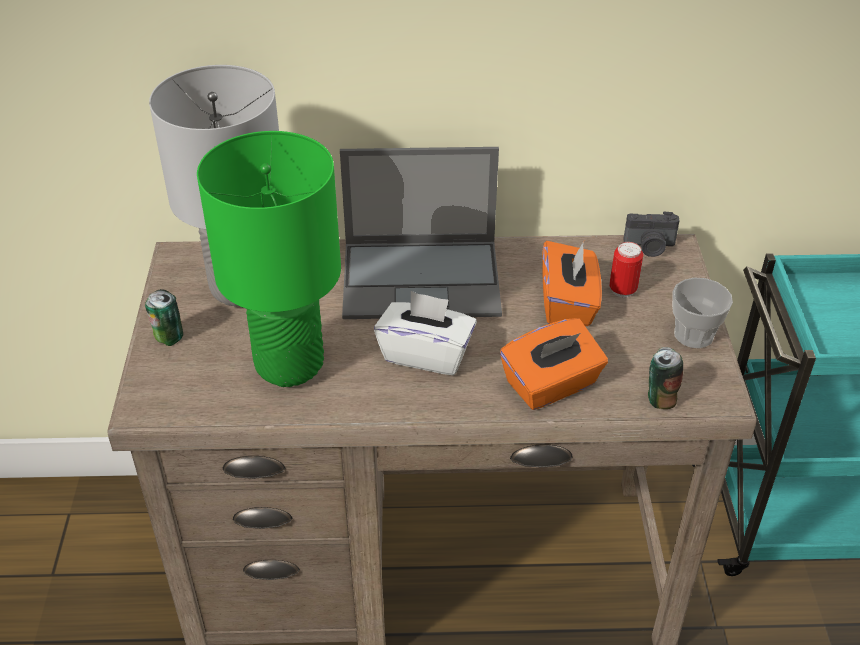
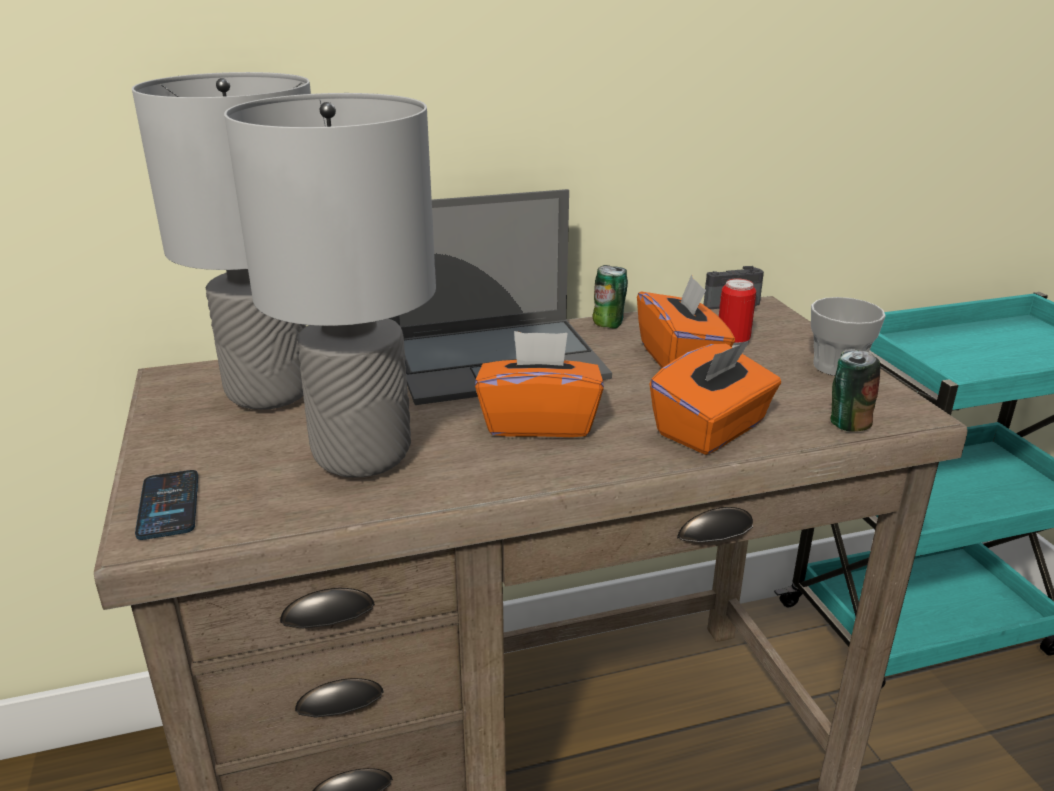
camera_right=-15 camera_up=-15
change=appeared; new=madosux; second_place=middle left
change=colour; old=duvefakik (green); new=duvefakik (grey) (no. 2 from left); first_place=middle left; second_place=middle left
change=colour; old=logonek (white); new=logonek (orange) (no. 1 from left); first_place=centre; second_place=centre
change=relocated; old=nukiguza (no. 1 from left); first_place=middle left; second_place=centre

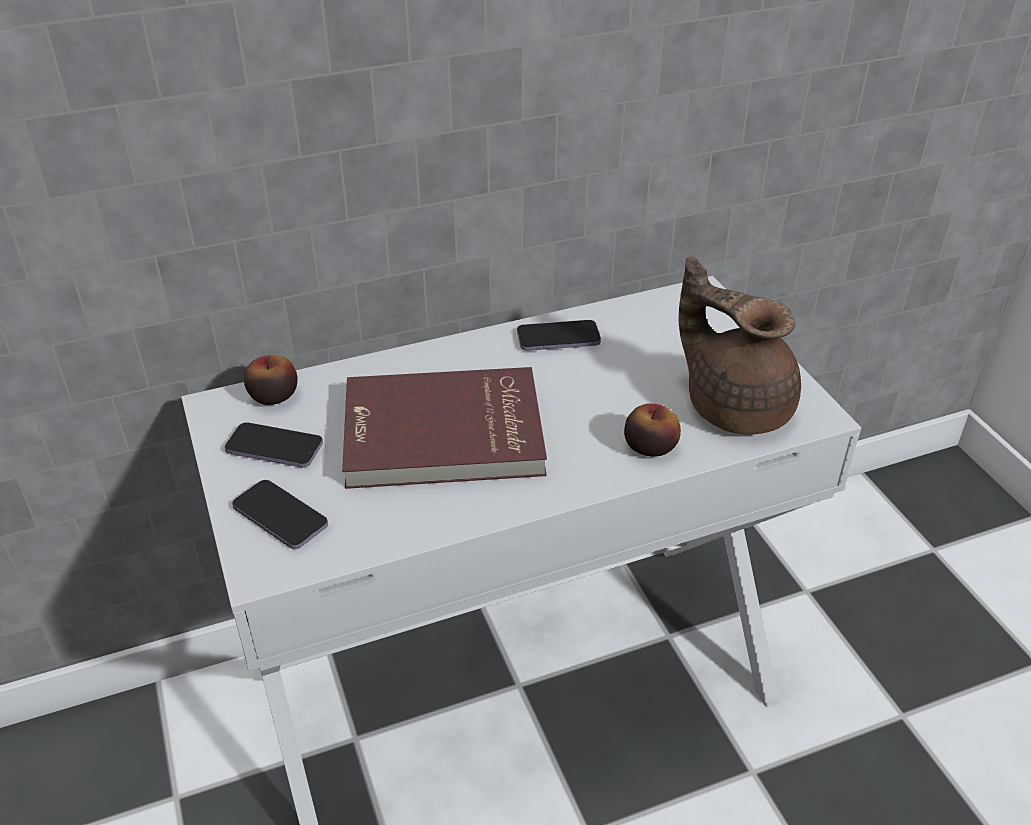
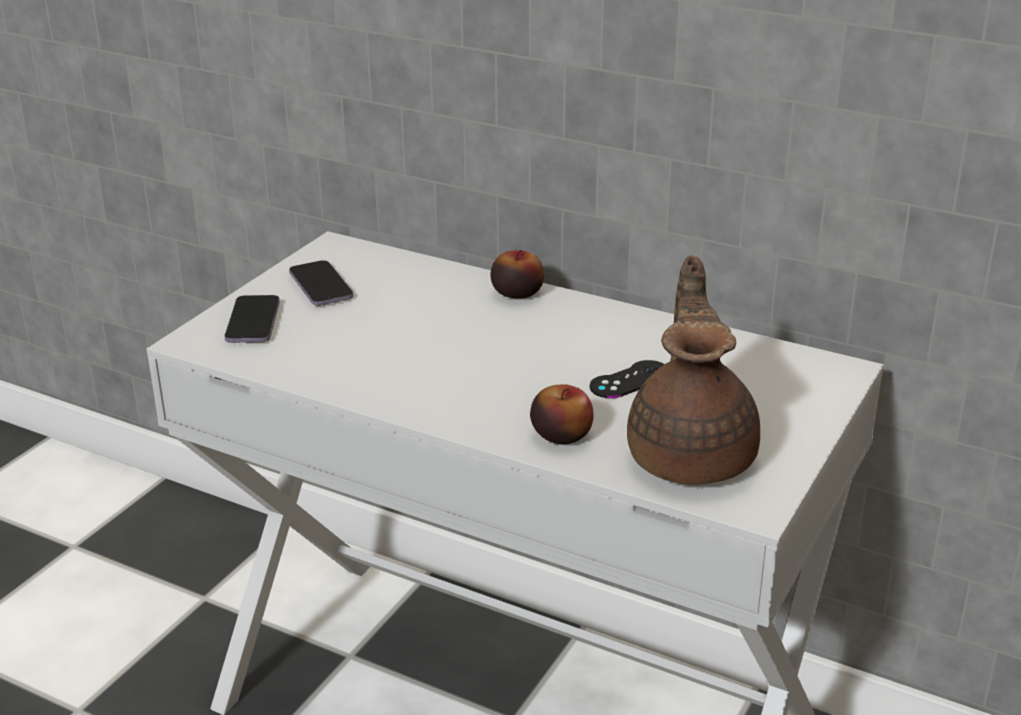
camera_right=50 camera_up=-10
change=relocated; old=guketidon (no. 1 from left); first_place=middle left; second_place=centre
change=appeared; new=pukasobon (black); second_place=centre
change=missing; old=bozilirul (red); first_place=centre
change=missing; old=madosux (no. 3 from left); first_place=centre

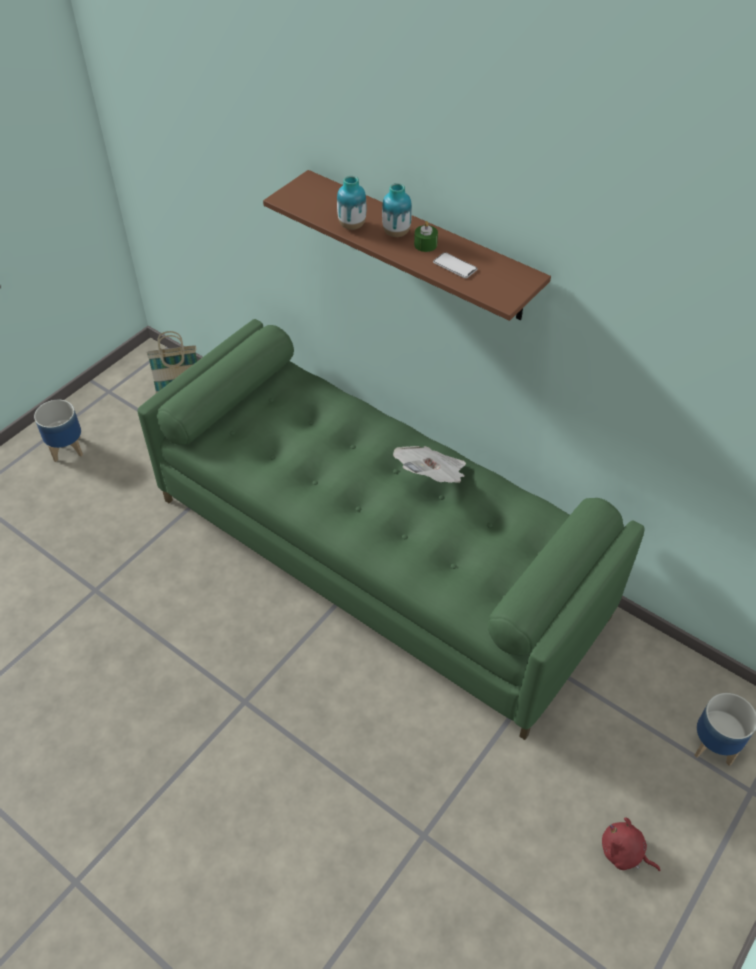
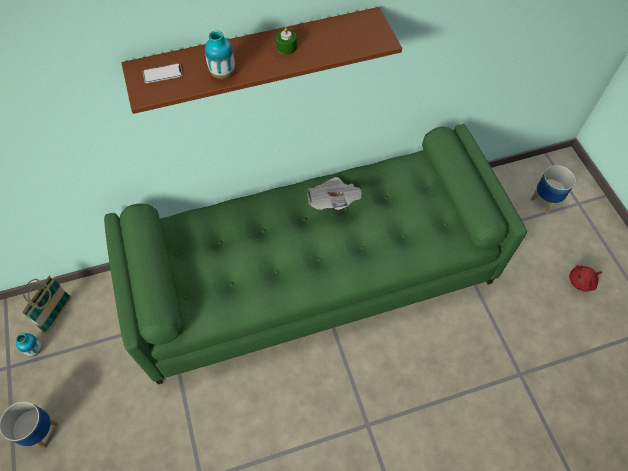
camera_right=-55 camera_up=10
change=relocated; old=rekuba (no. 2 from left in the first image); new=rekuba (no. 1 from left); first_place=top centre; second_place=bottom left
change=relocated; old=madosux; first_place=top centre; second_place=top left

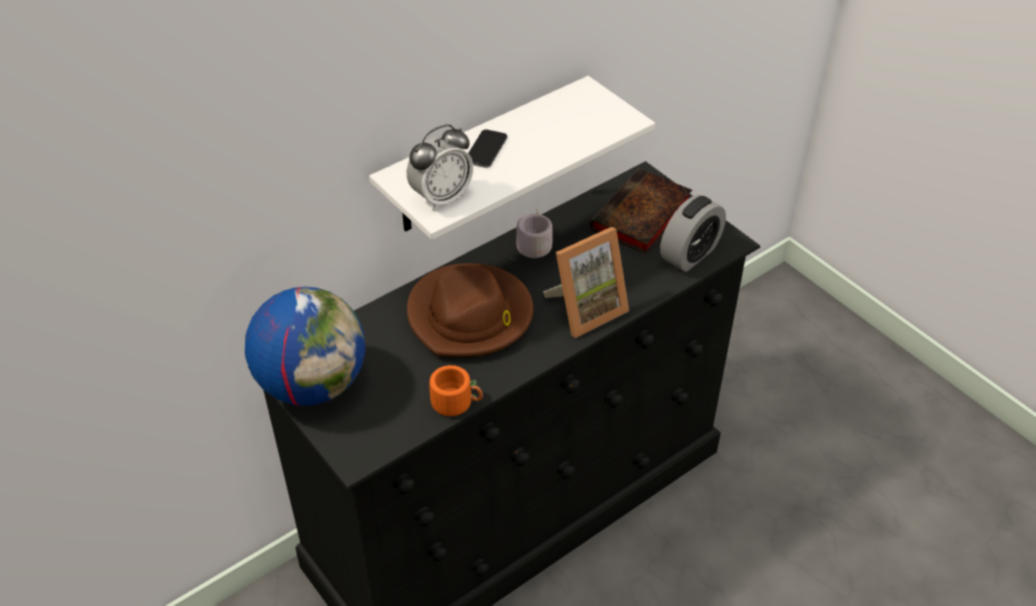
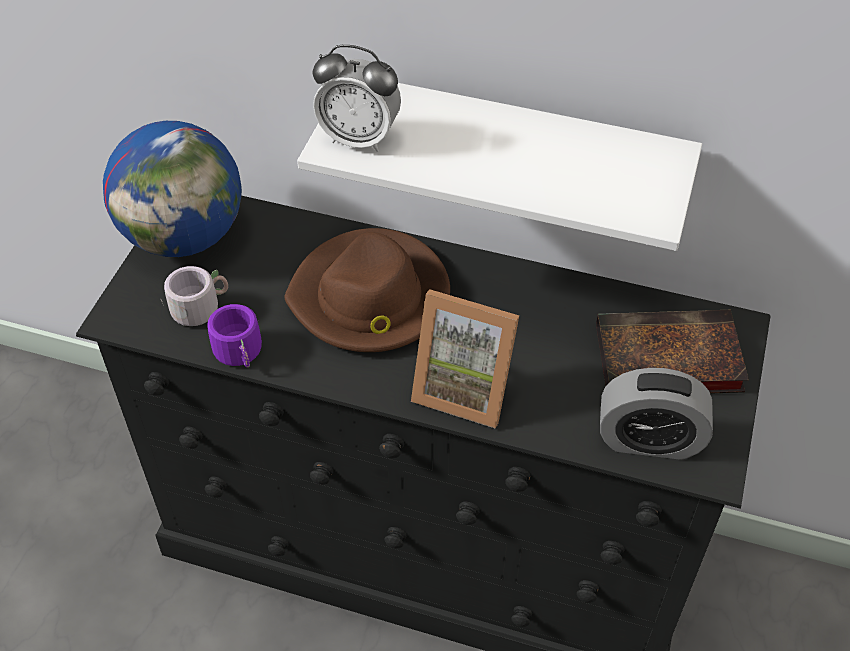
camera_right=55 camera_up=5
change=relocated; old=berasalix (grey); first_place=centre; second_place=middle left
change=colour; old=berasalix (orange); new=berasalix (purple); first_place=centre; second_place=middle left
change=missing; old=madosux; first_place=top centre

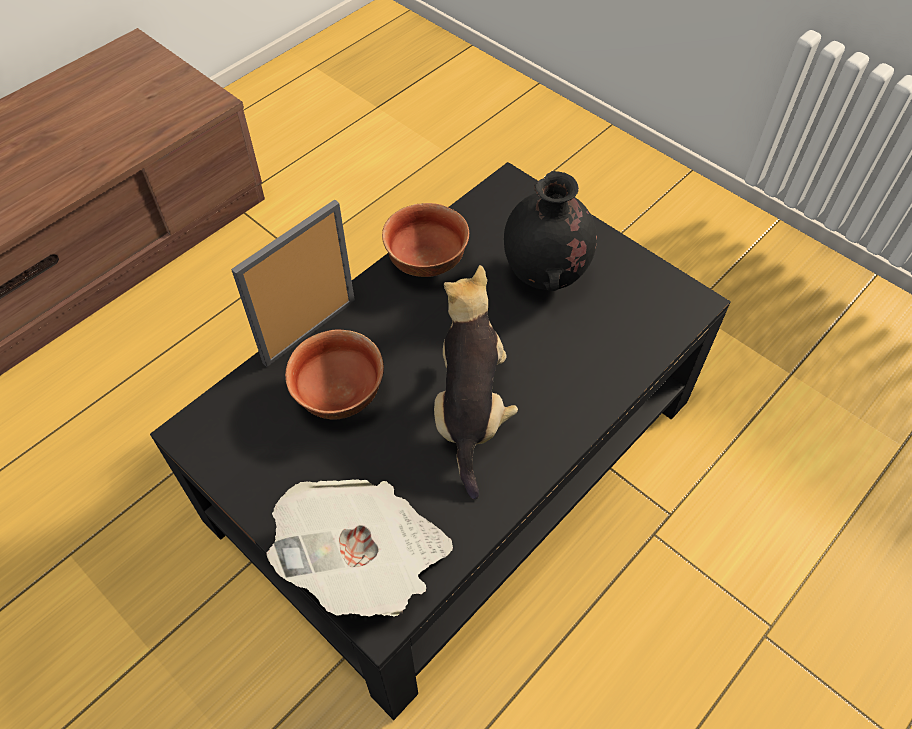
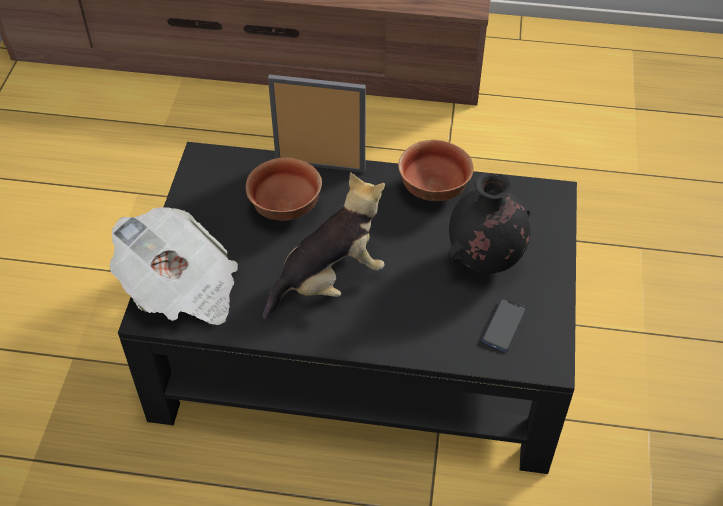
camera_right=55 camera_up=-5
change=appeared; new=madosux; second_place=middle right

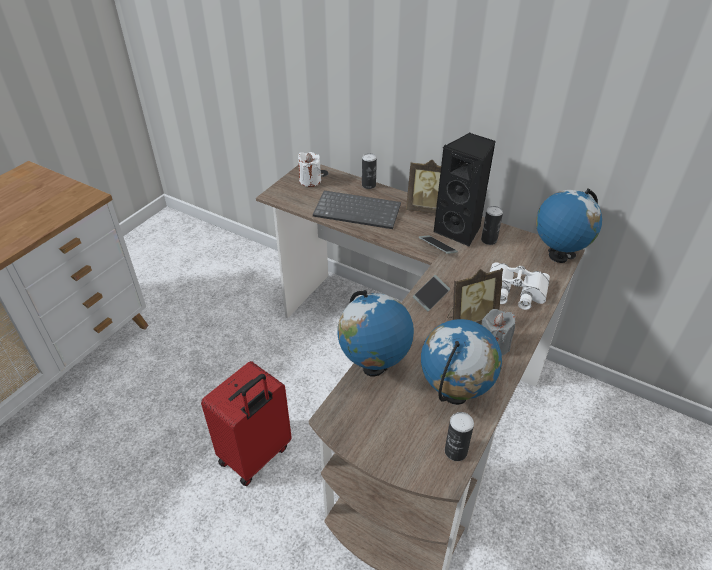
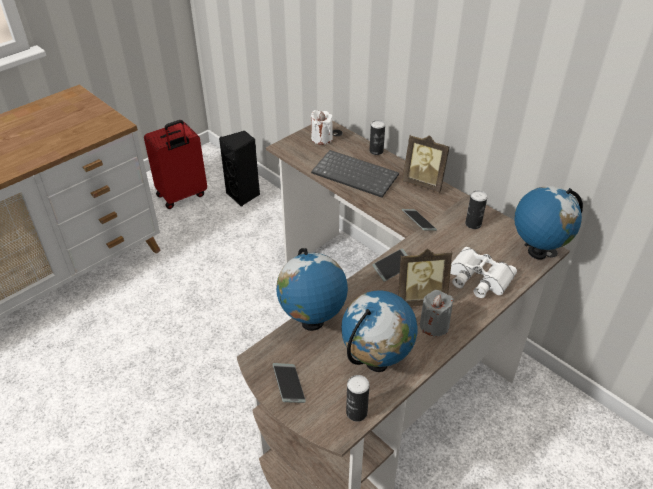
camera_right=15 camera_up=0
change=relocated; old=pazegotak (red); first_place=bottom centre; second_place=middle left
change=relocated; old=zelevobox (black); first_place=top centre; second_place=centre
change=appeared; new=madosux (no. 1 from left); second_place=bottom centre

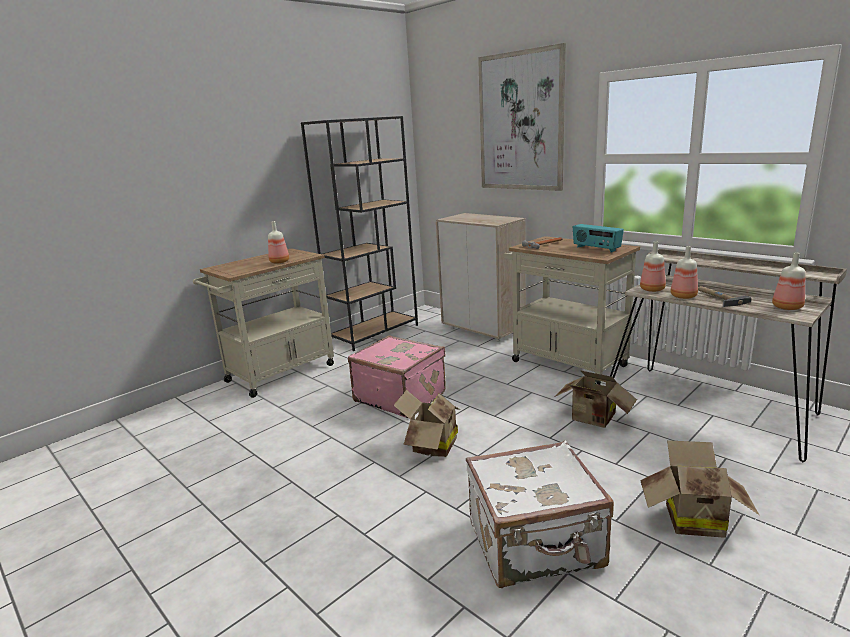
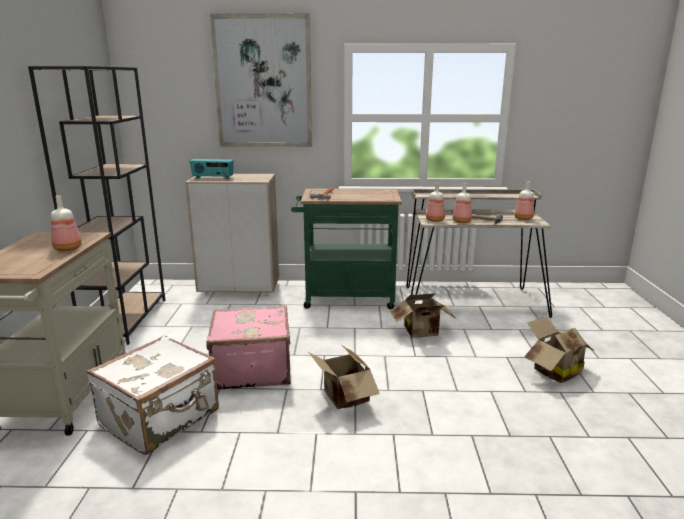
camera_right=-45 camera_up=0
change=relocated; old=pazegotak (white); first_place=bottom centre; second_place=bottom left
change=relocated; old=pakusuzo; first_place=middle right; second_place=top left
change=colour; old=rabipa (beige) (no. 2 from left); new=rabipa (green); first_place=middle right; second_place=centre

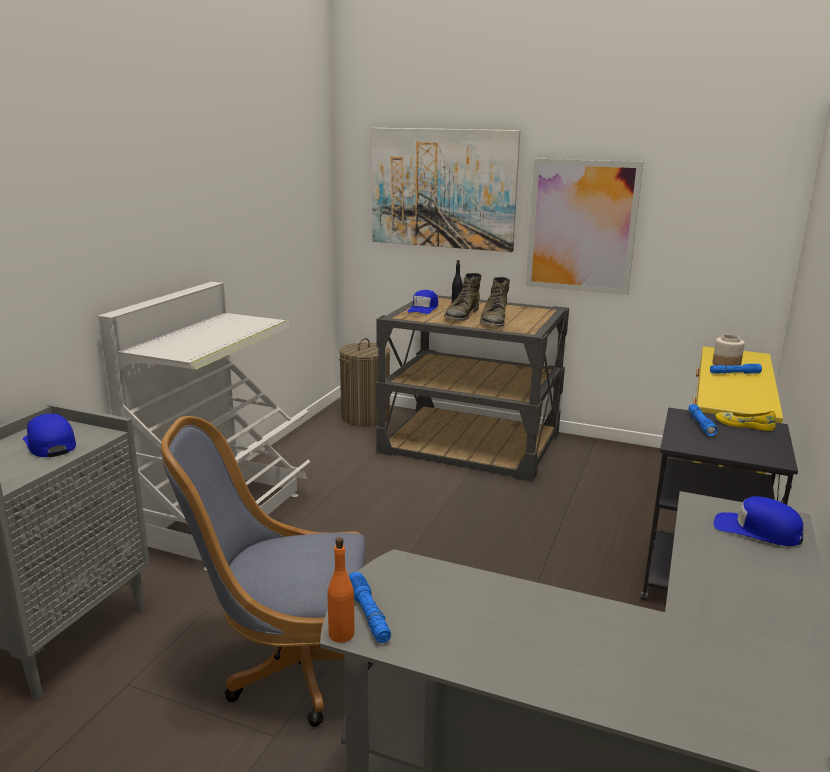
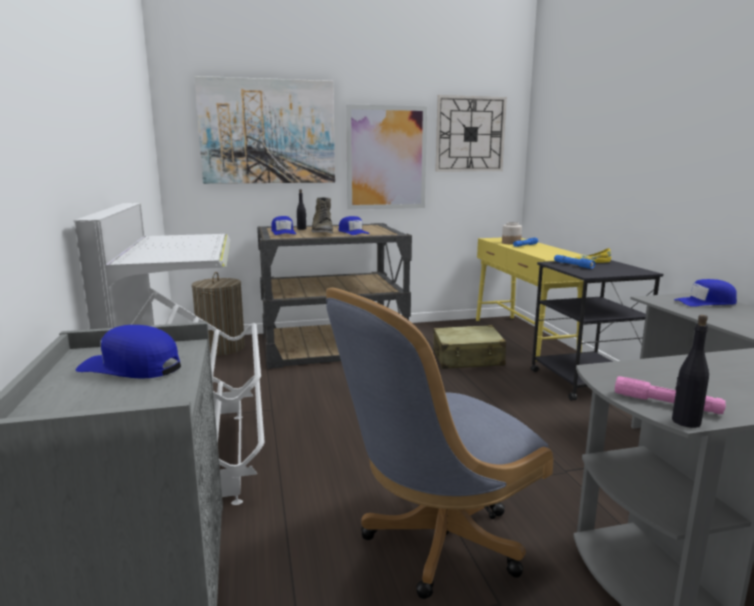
camera_right=-35 camera_up=-5
change=exchanged; old=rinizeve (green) (no. 2 from left); new=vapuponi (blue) (no. 3 from left); first_place=centre; second_place=centre
change=appeared; new=pazegotak (beige); second_place=centre
change=appeared; new=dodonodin; second_place=top centre
change=colour; old=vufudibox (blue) (no. 1 from left); new=vufudibox (pink); first_place=bottom centre; second_place=middle right
change=colour; old=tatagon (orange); new=tatagon (black) (no. 2 from left); first_place=bottom centre; second_place=middle right

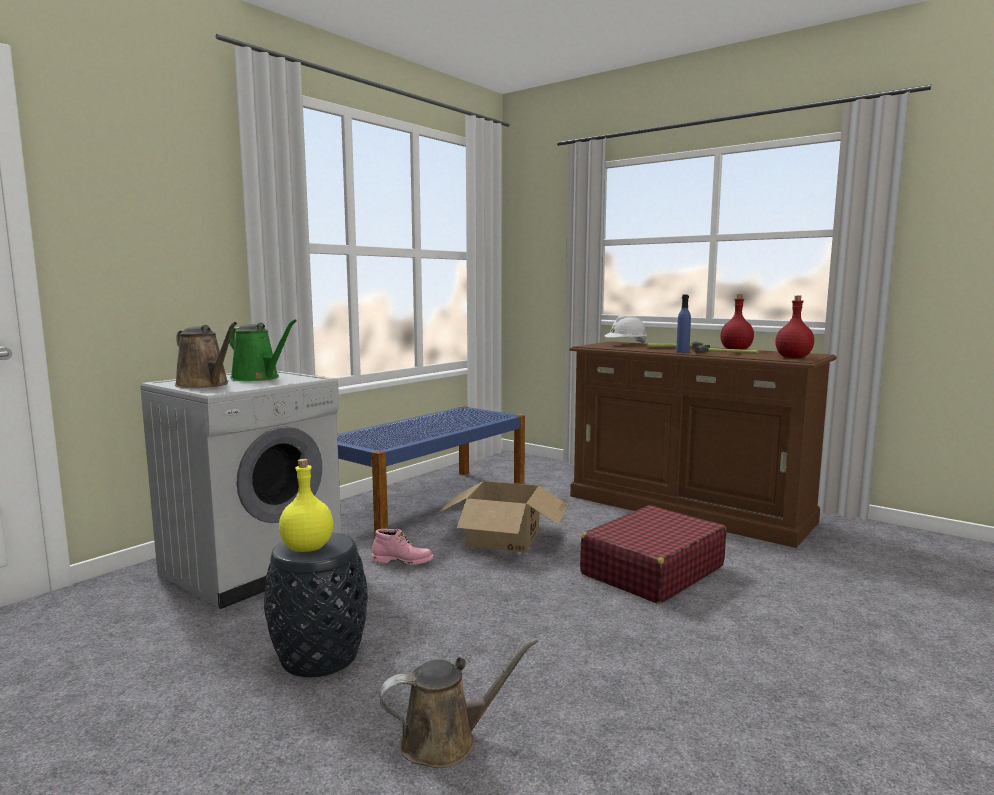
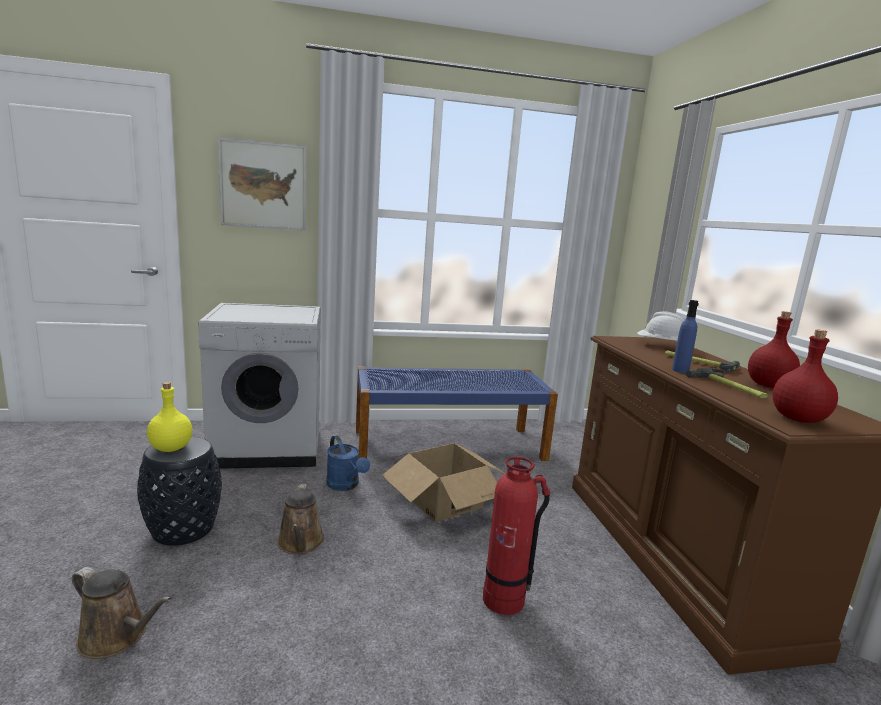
camera_right=40 camera_up=5
change=appeared; new=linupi; second_place=top left
change=relocated; old=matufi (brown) (no. 1 from left in the first image); new=matufi (brown) (no. 2 from left); first_place=middle left; second_place=bottom centre
change=exchanged; old=rinizeve (pink); new=matufi (blue); first_place=bottom centre; second_place=centre
change=exchanged; old=pazegotak (red); new=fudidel; first_place=bottom centre; second_place=bottom centre
change=missing; old=matufi (green); first_place=middle left

